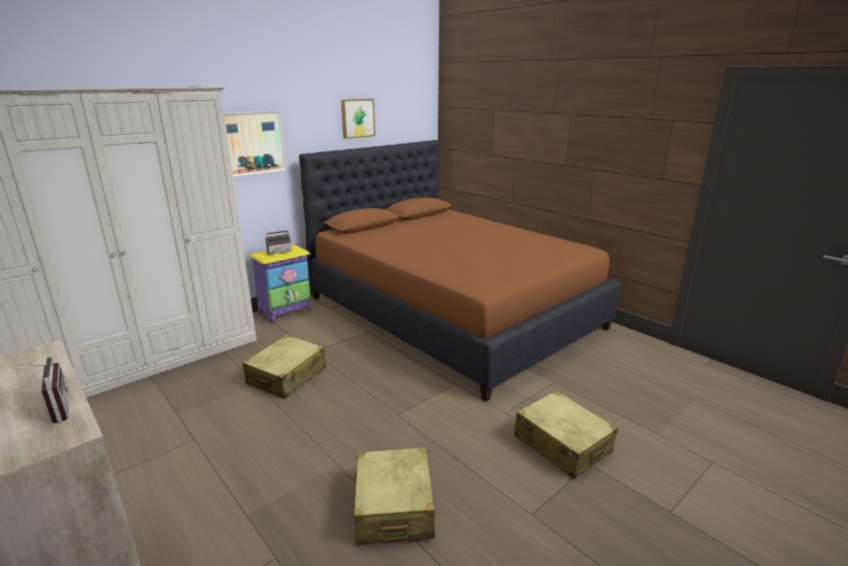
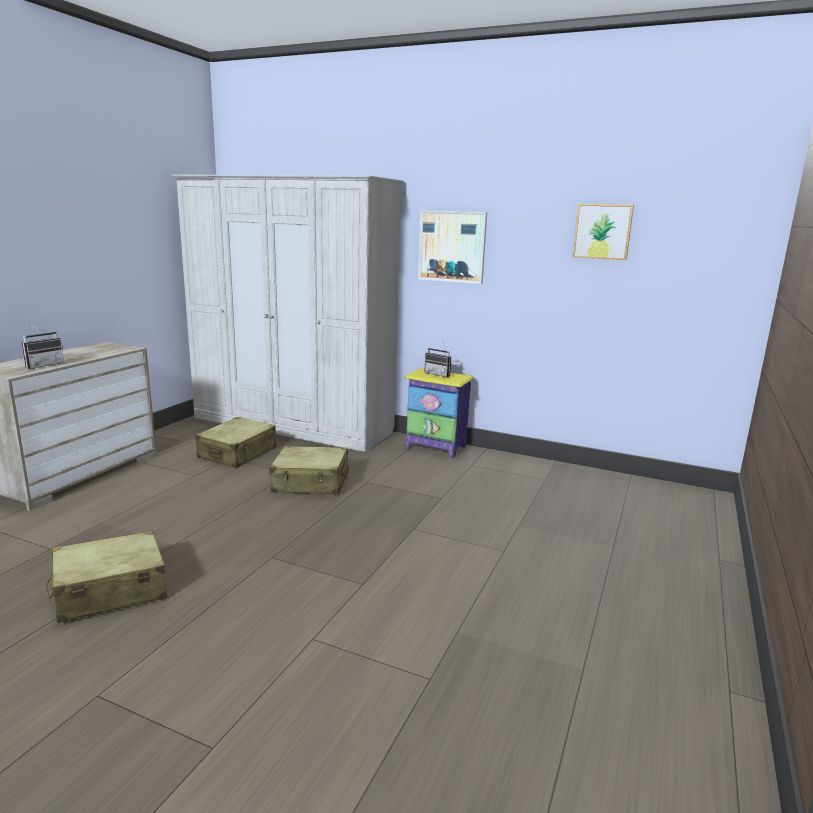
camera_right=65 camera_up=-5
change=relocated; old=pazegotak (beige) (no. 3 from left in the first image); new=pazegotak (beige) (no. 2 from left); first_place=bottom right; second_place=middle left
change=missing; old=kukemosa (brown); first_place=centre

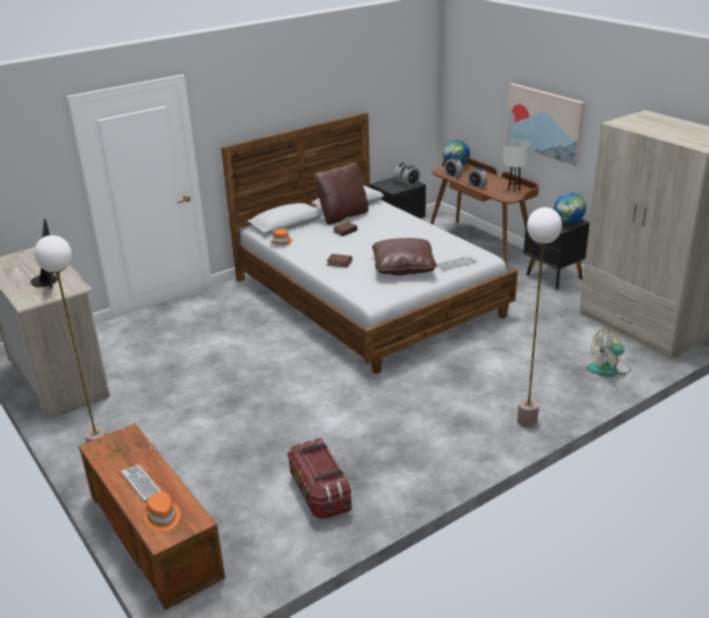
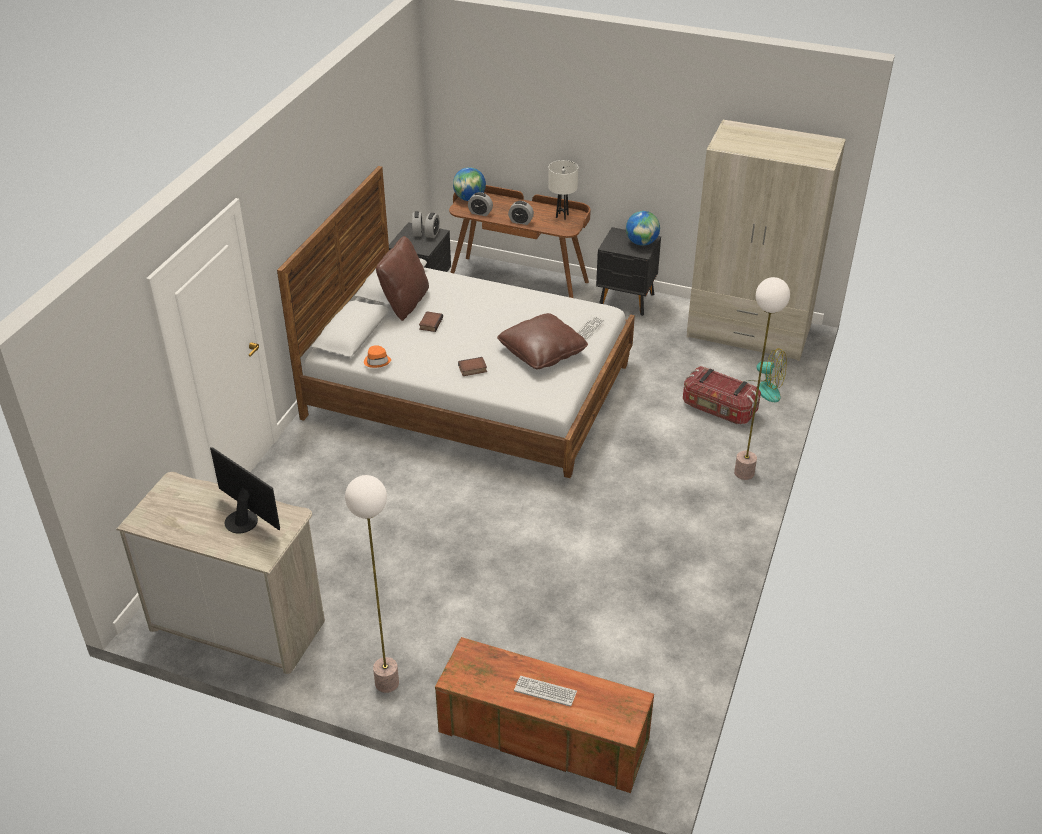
camera_right=-35 camera_up=10
change=relocated; old=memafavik; first_place=bottom centre; second_place=middle right
change=spun; old=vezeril; first_place=middle right; second_place=middle right; degrees=-105
change=missing; old=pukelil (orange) (no. 1 from left); first_place=bottom left
change=missing; old=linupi; first_place=top right

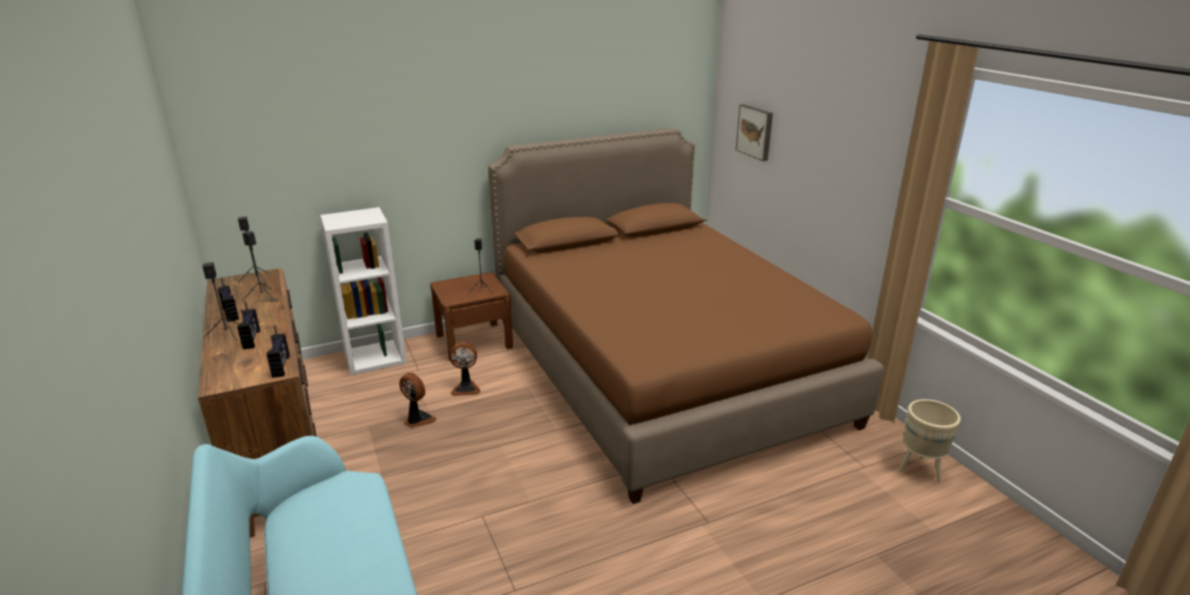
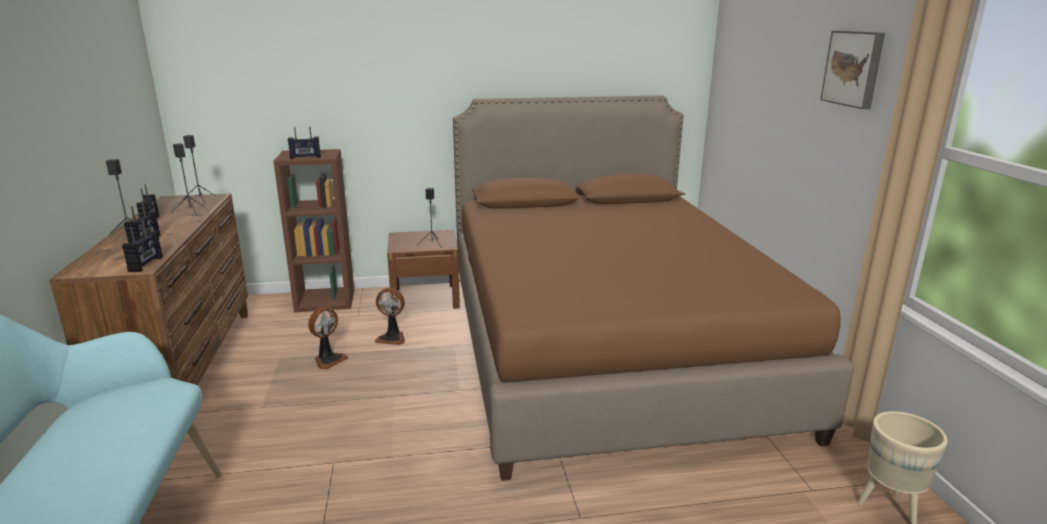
camera_right=15 camera_up=-5
change=colour; old=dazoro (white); new=dazoro (brown); first_place=middle left; second_place=middle left
change=appeared; new=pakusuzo (no. 4 from left); second_place=top left
change=spun; old=vezeril (no. 1 from left); first_place=bottom centre; second_place=middle left; degrees=75
change=relocated; old=linupi; first_place=top centre; second_place=top right

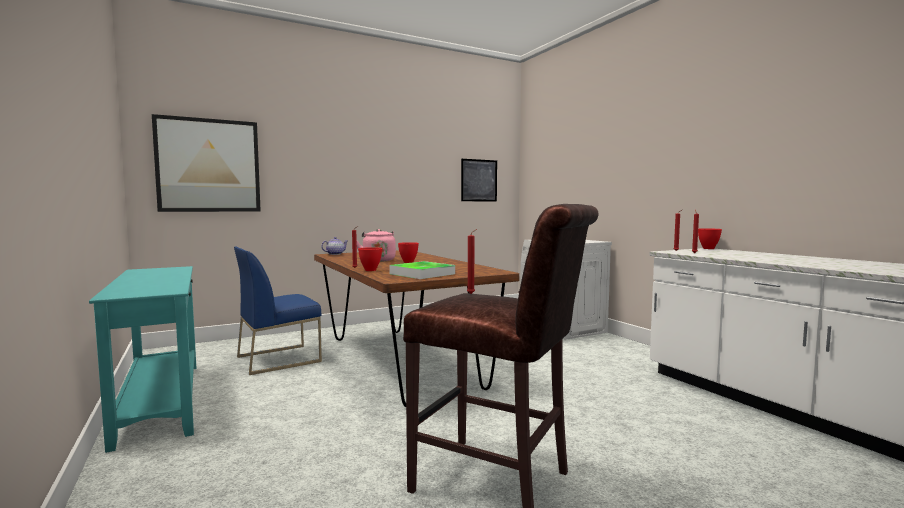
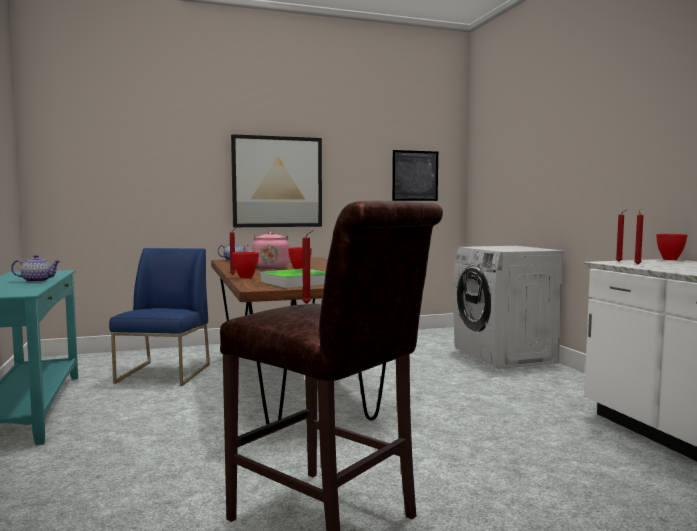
camera_right=10 camera_up=0
change=appeared; new=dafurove (no. 1 from left); second_place=middle left
change=spun; old=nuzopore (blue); first_place=middle left; second_place=middle left; degrees=120
change=relocated; old=linupi (no. 1 from left); first_place=top left; second_place=centre

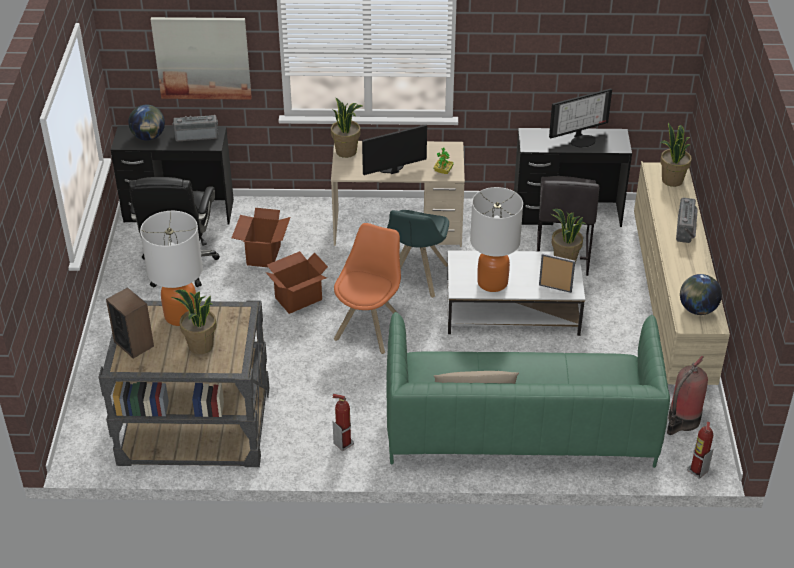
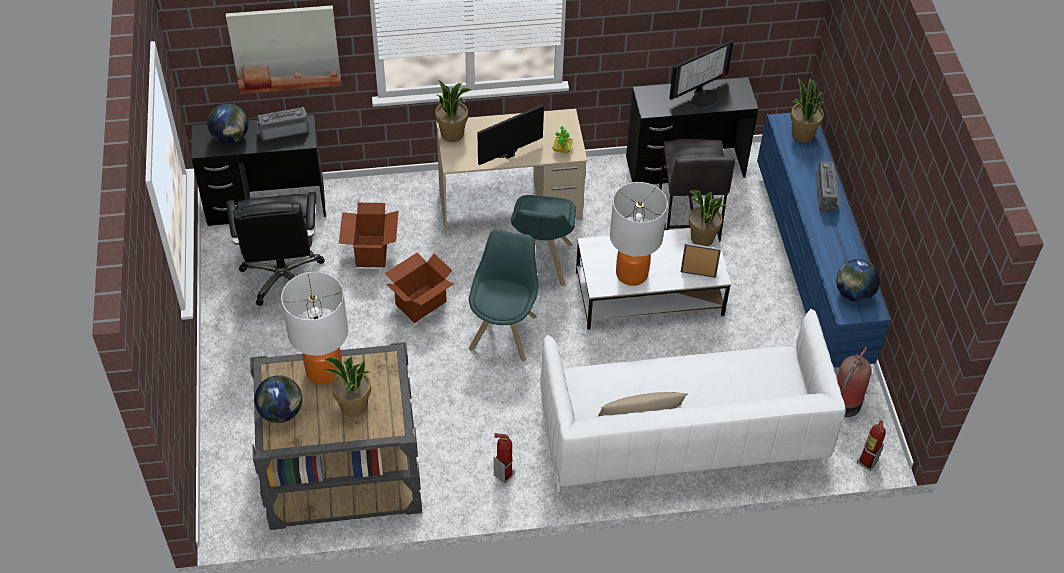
camera_right=-10 camera_up=10
change=exchanged; old=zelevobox; new=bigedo (no. 2 from left); first_place=middle left; second_place=bottom left
change=colour; old=nuzopore (orange); new=nuzopore (turquoise) (no. 1 from left); first_place=centre; second_place=centre
change=colour; old=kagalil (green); new=kagalil (white); first_place=bottom centre; second_place=bottom centre
change=colour; old=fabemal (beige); new=fabemal (blue); first_place=middle right; second_place=middle right

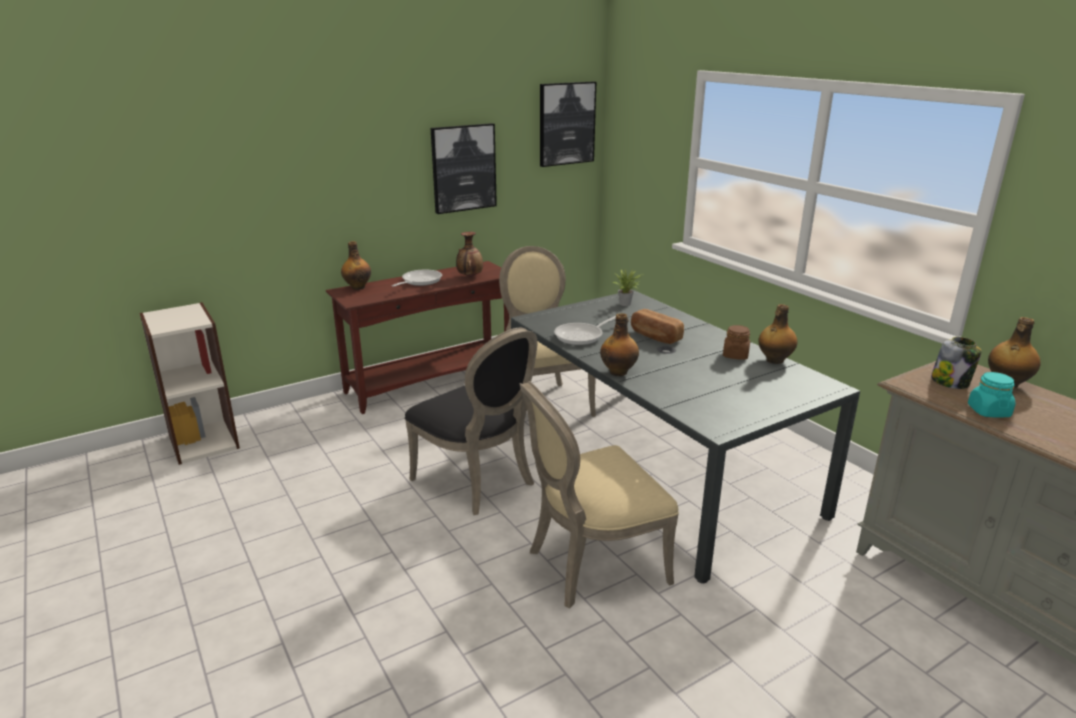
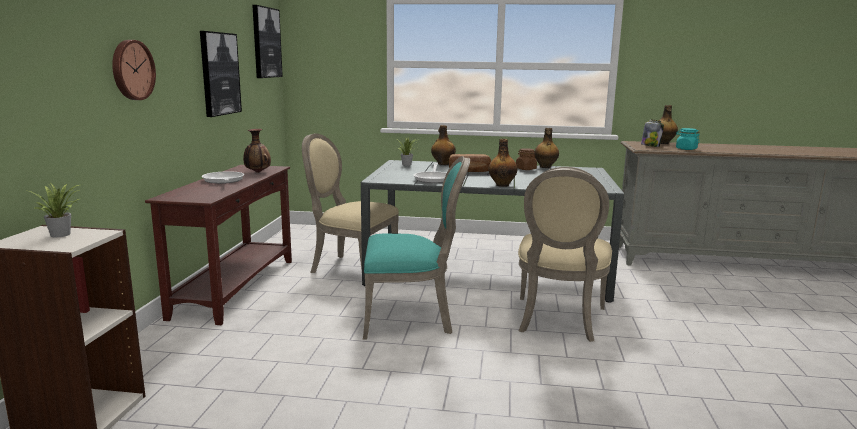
camera_right=-50 camera_up=-10
change=appeared; new=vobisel (no. 1 from left); second_place=middle left
change=appeared; new=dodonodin; second_place=top left
change=colour; old=nuzopore (black); new=nuzopore (turquoise); first_place=centre; second_place=centre
change=relocated; old=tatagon (no. 1 from left); first_place=middle left; second_place=centre

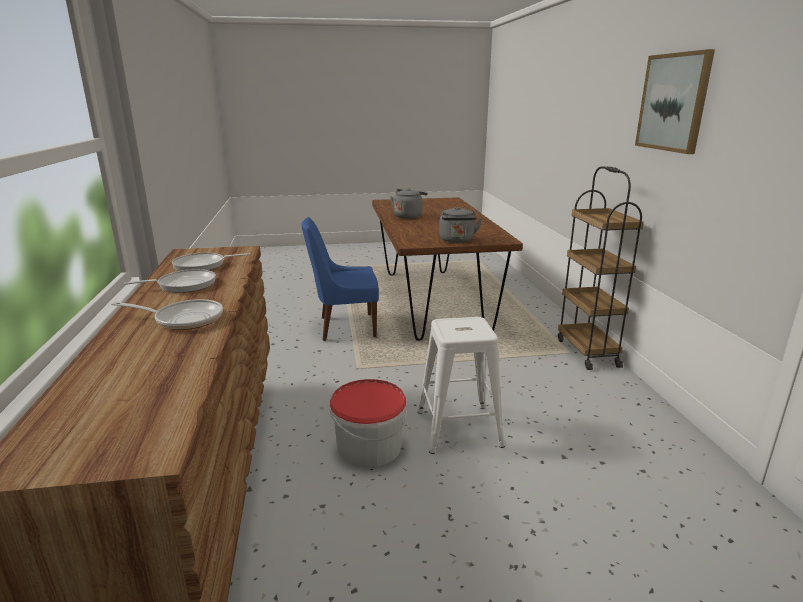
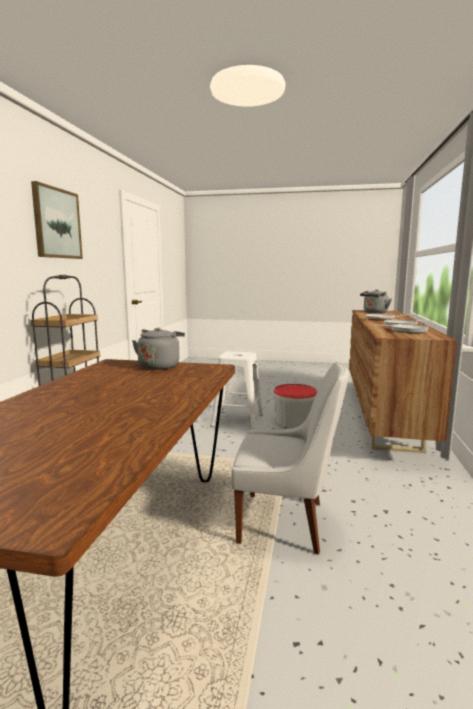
camera_right=-160 camera_up=-10
change=colour; old=nuzopore (blue); new=nuzopore (white); first_place=centre; second_place=centre
change=relocated; old=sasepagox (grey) (no. 1 from left in the first image); new=sasepagox (grey) (no. 2 from left); first_place=centre; second_place=middle right

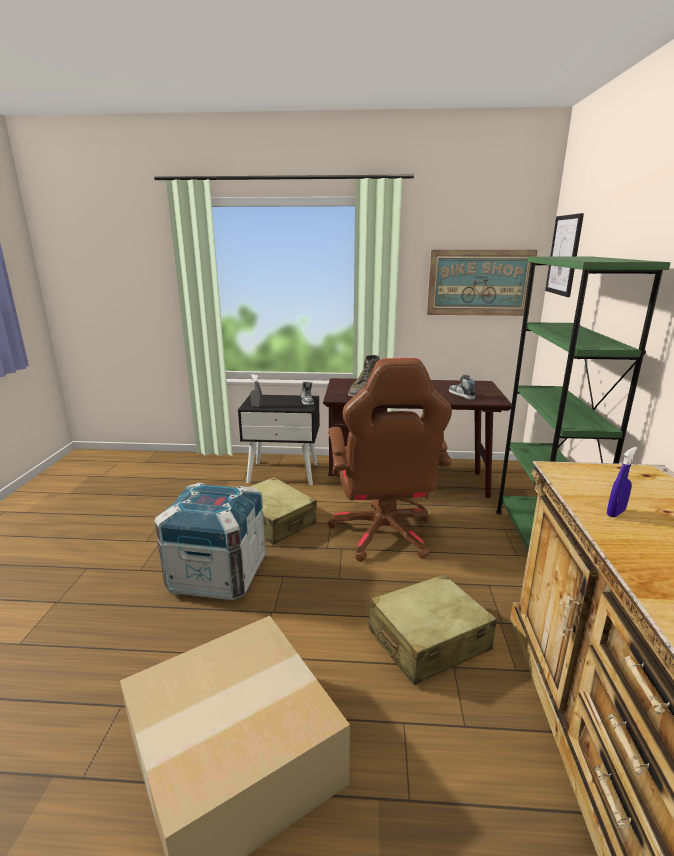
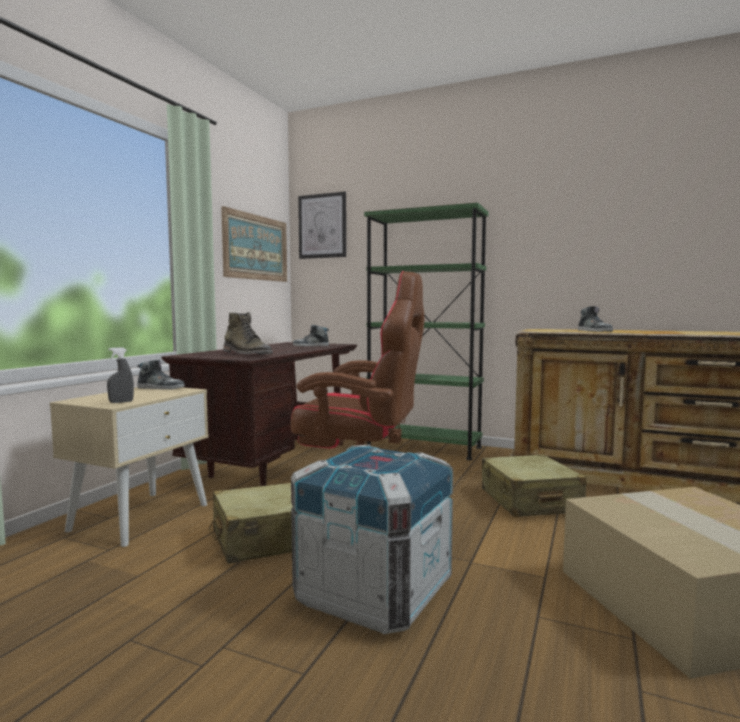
camera_right=-70 camera_up=-15
change=colour; old=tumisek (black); new=tumisek (beige); first_place=centre; second_place=middle left
change=exchanged; old=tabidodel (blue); new=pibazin (no. 3 from left); first_place=middle right; second_place=middle right

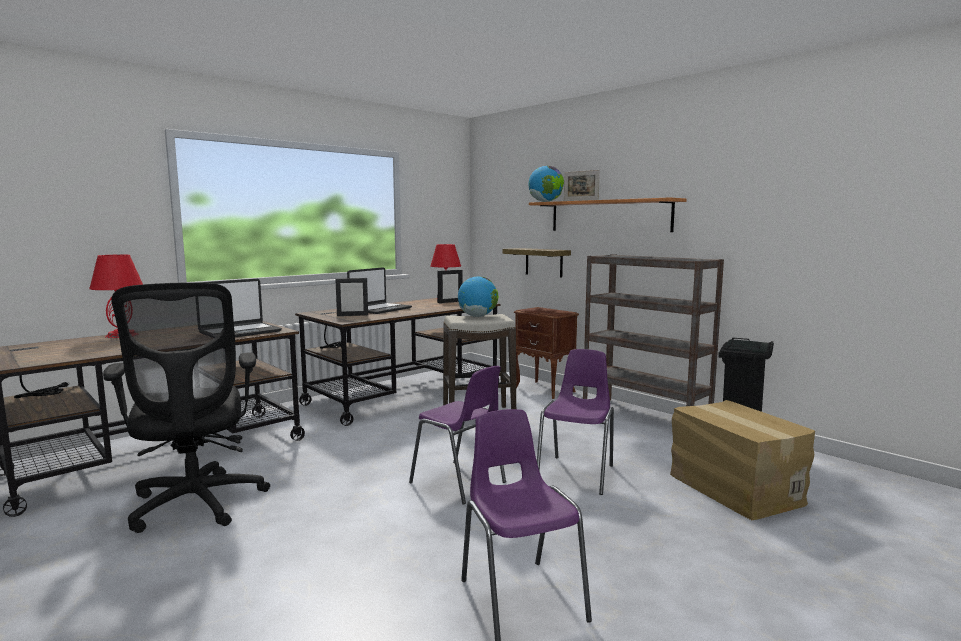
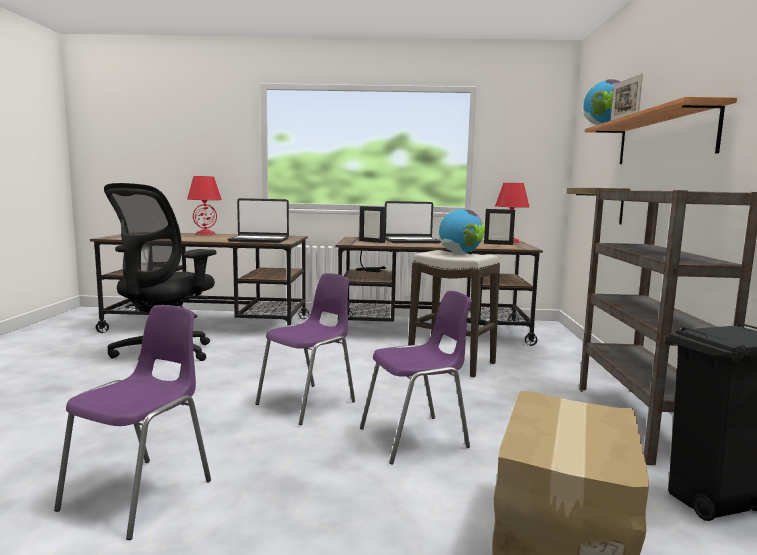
camera_right=45 camera_up=0
change=spun; old=nuzopore (purple) (no. 1 from left in the first image); first_place=bottom centre; second_place=centre; degrees=-135
change=missing; old=tumisek (brown); first_place=centre

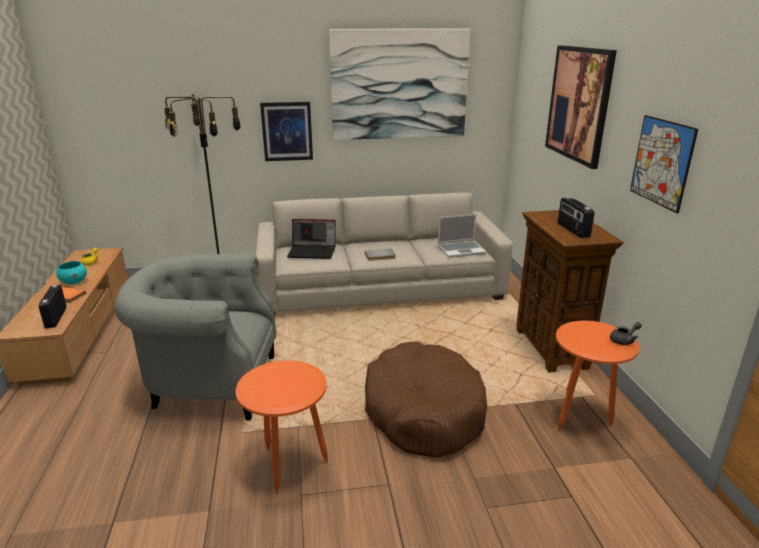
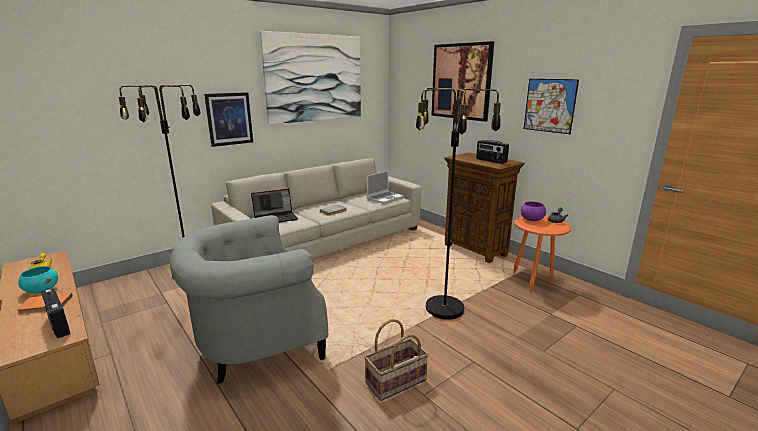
camera_right=-30 camera_up=-5
change=exchanged; old=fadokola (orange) (no. 1 from left); new=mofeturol; first_place=bottom centre; second_place=bottom centre
change=exchanged; old=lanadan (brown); new=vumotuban (no. 2 from left); first_place=bottom centre; second_place=centre
change=appeared; new=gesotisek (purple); second_place=middle right

